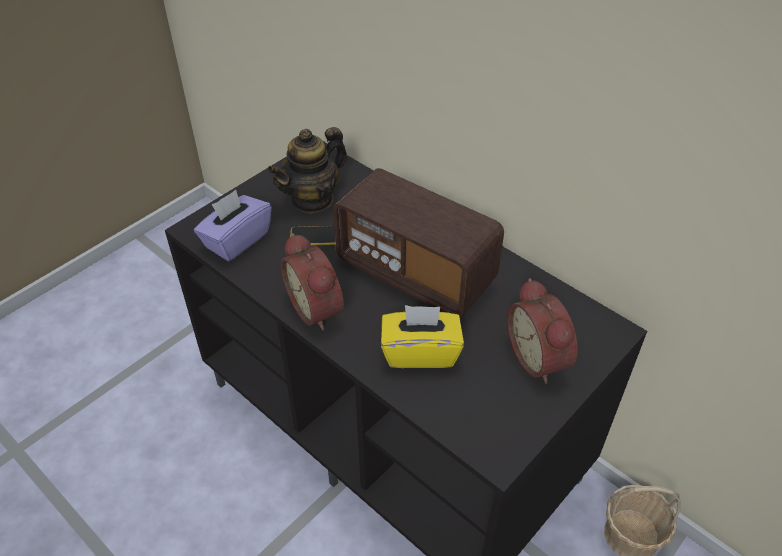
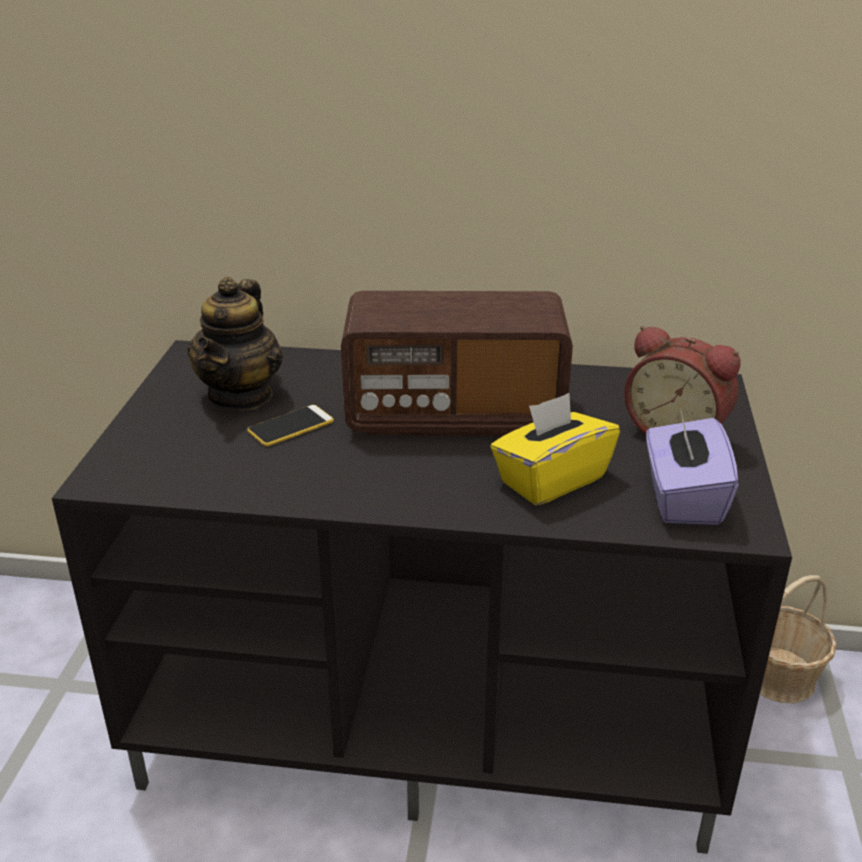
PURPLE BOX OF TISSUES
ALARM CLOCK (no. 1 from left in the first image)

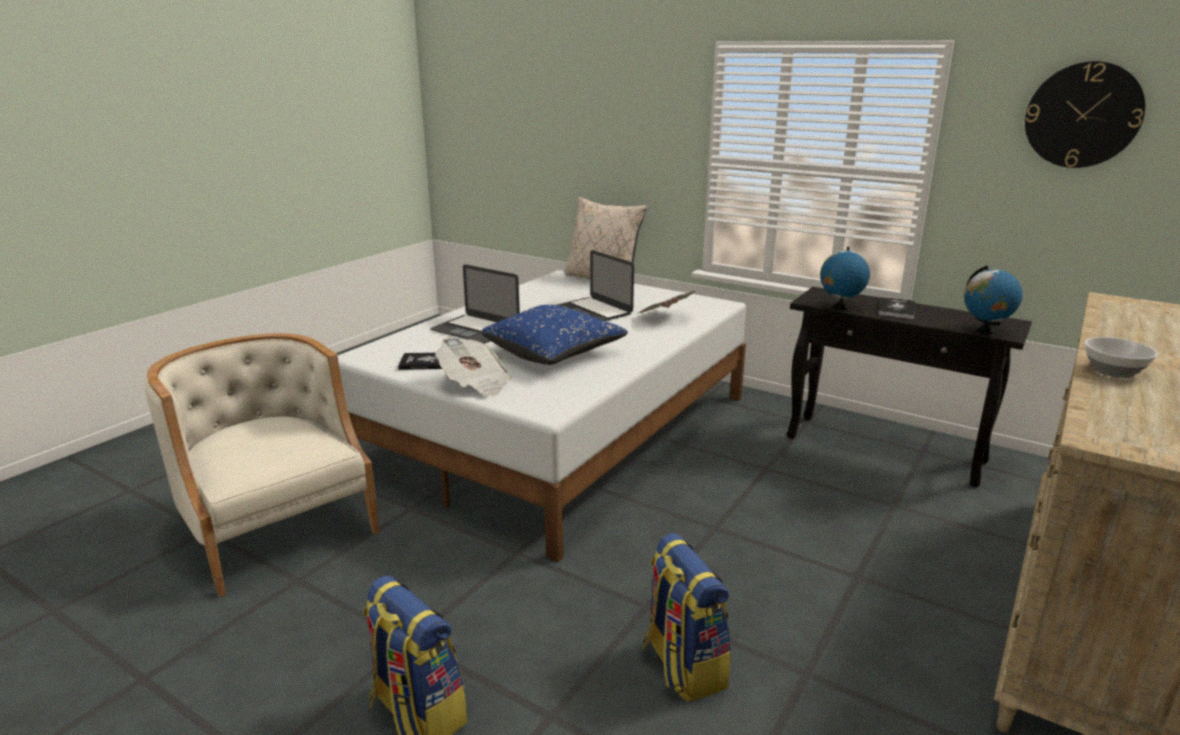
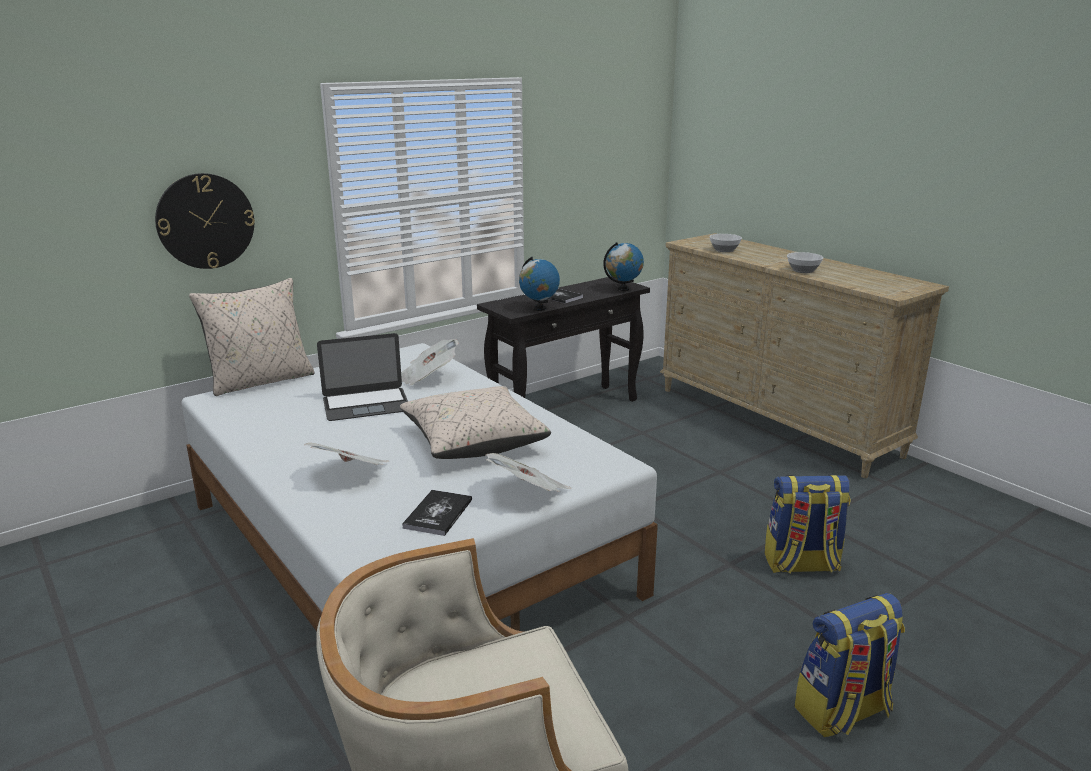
NEWSPAPER (no. 1 from left)
BEIGE-COLOURED THROW PILLOW (no. 2 from left)
WALL CLOCK
BOWL (no. 1 from left)

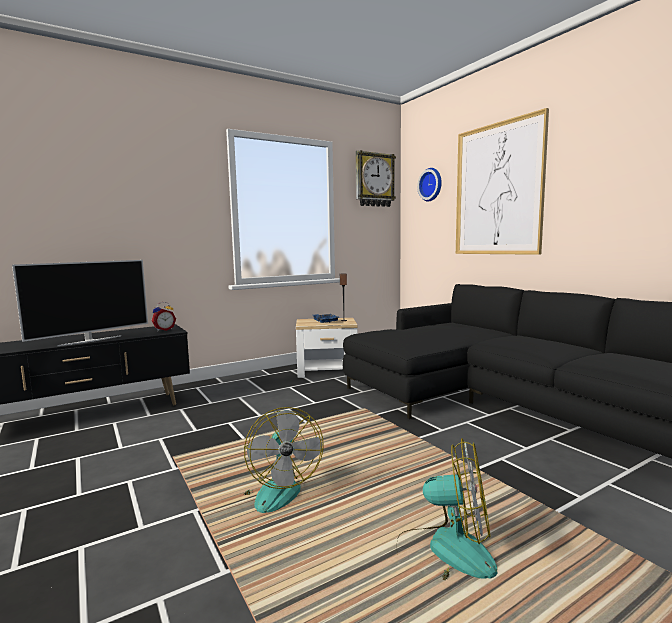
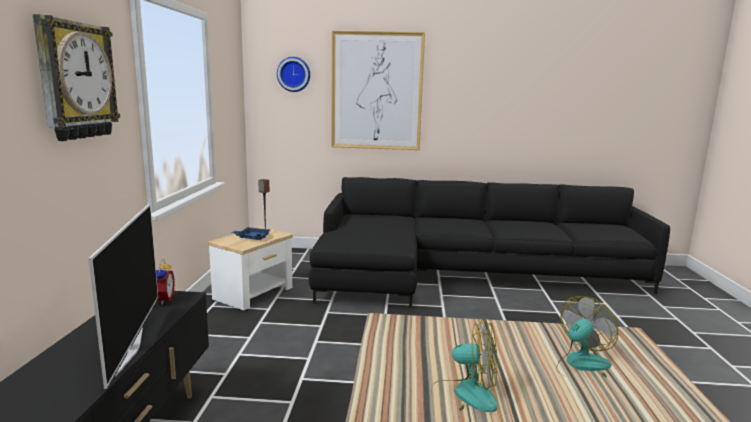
WALL CLOCK (no. 1 from left)

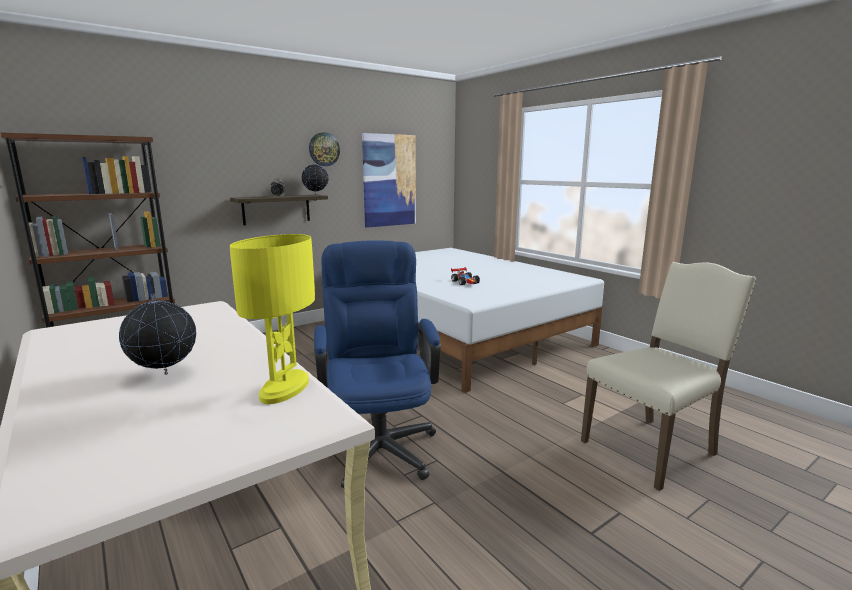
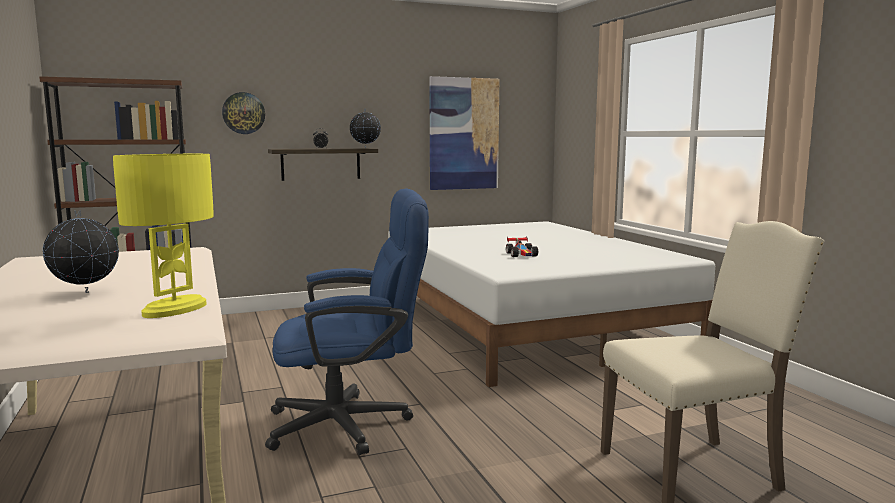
WALL CLOCK
BLUE-COLOURED COMPUTER CHAIR

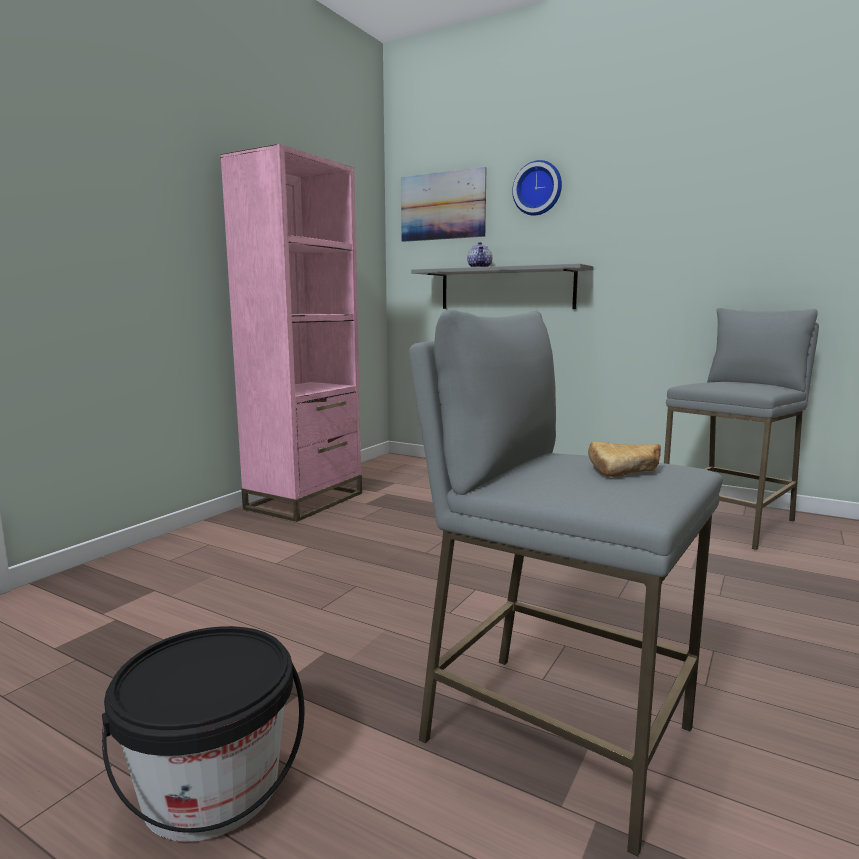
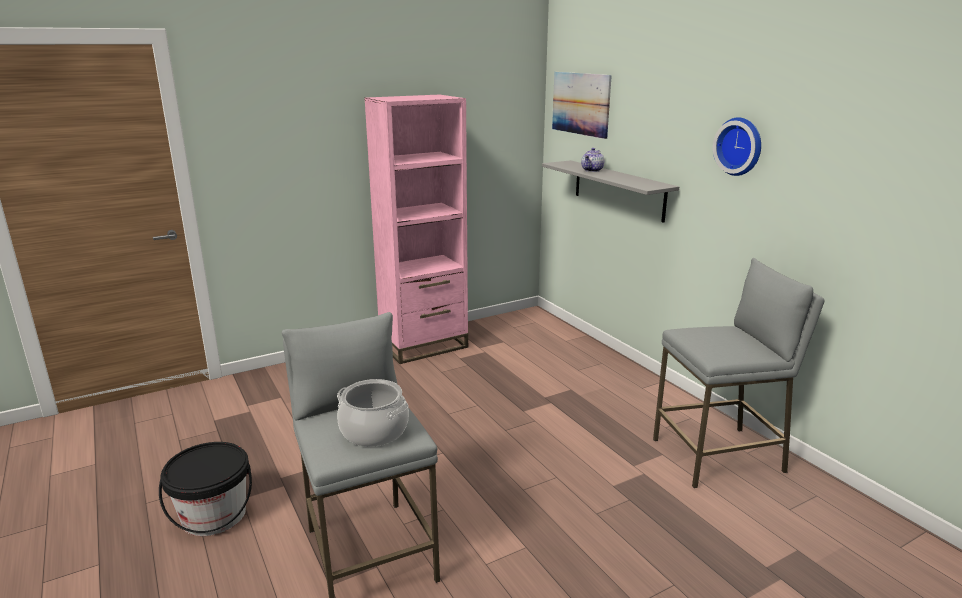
WALL CLOCK
SAUCEPOT

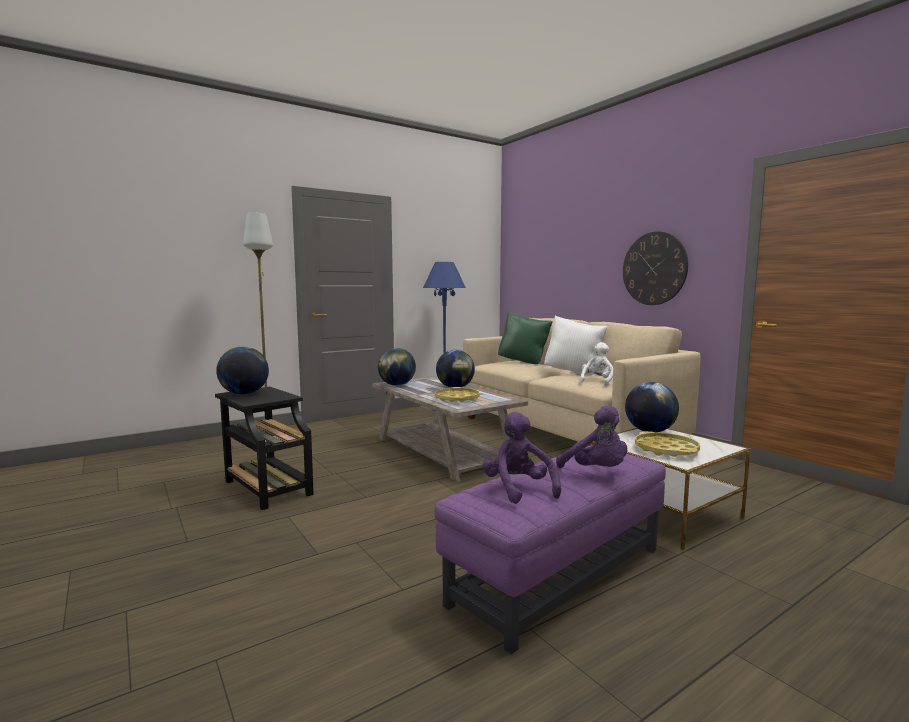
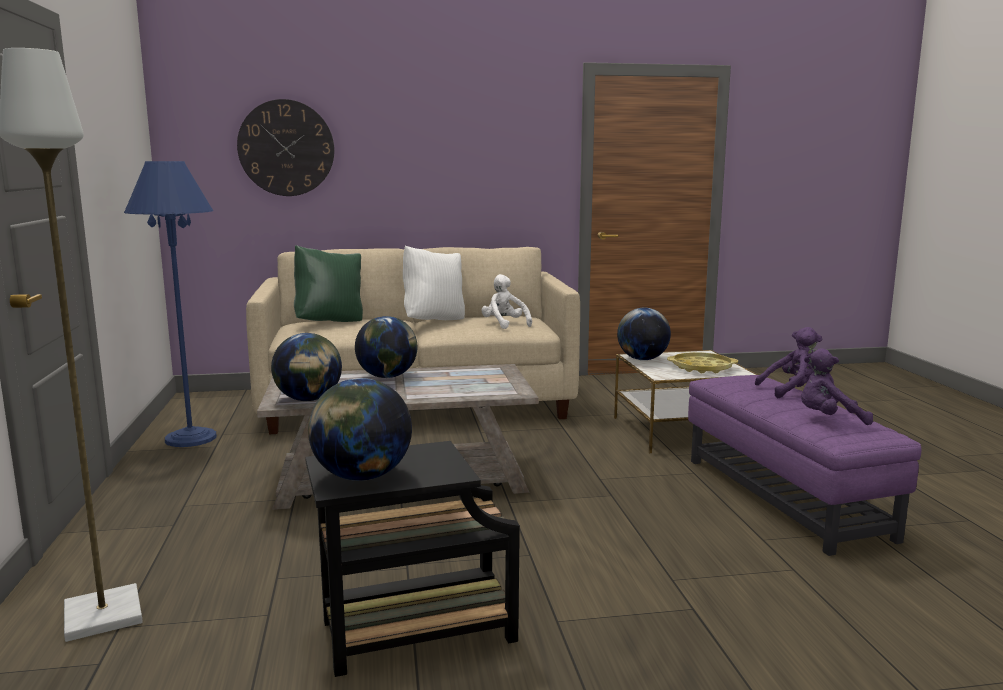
YELLOWISH CARRYING TRAY (no. 1 from left in the first image)
WALL CLOCK

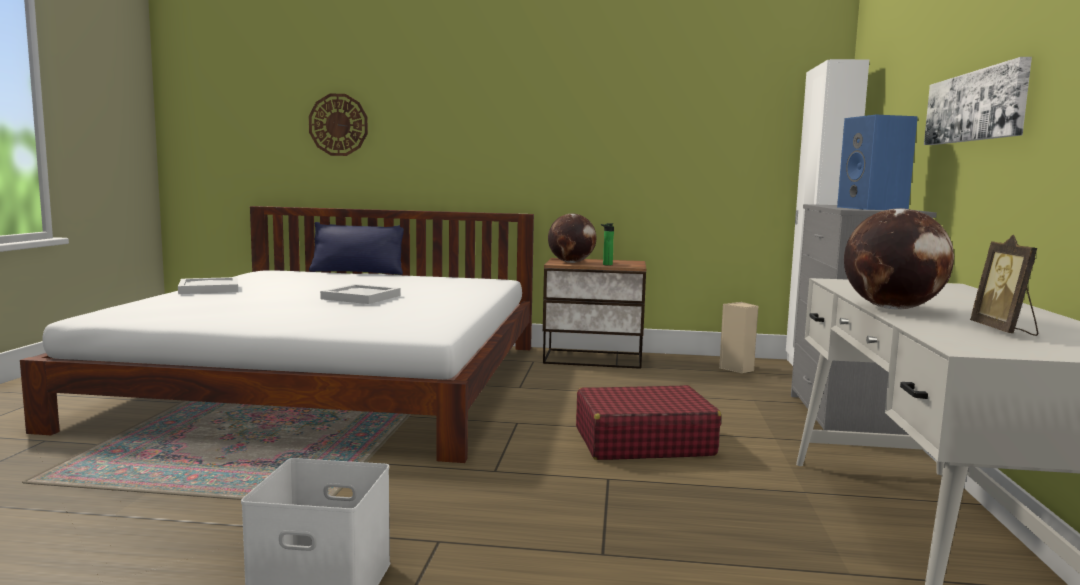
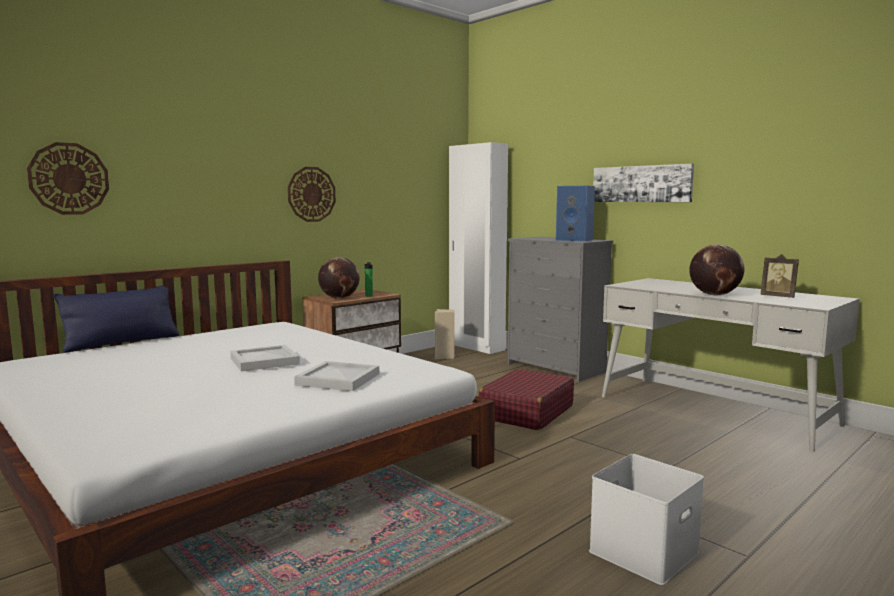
WHITE CARRYING TRAY (no. 2 from left)
WALL CLOCK (no. 2 from left)

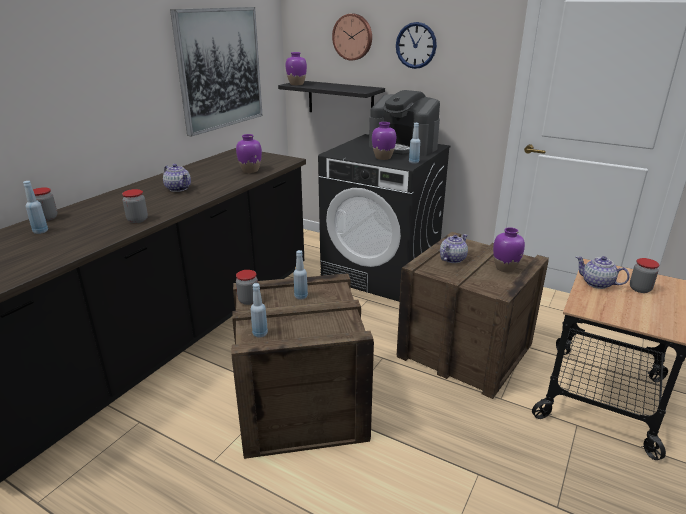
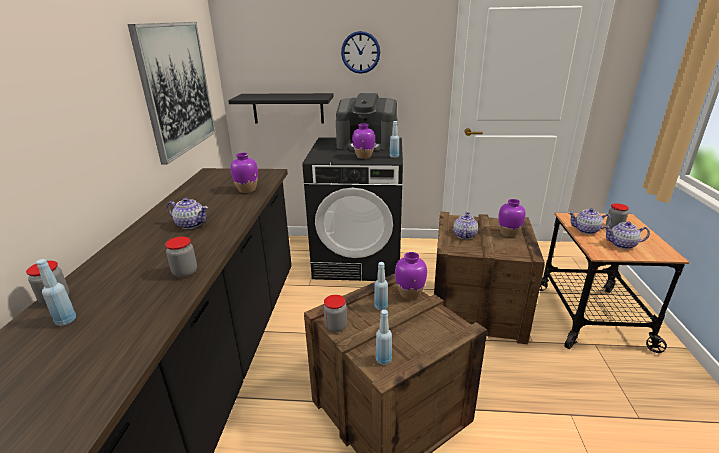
PURPLE DECORATIVE VASE (no. 3 from left)
WALL CLOCK (no. 1 from left in the first image)
TEA POT (no. 4 from left)

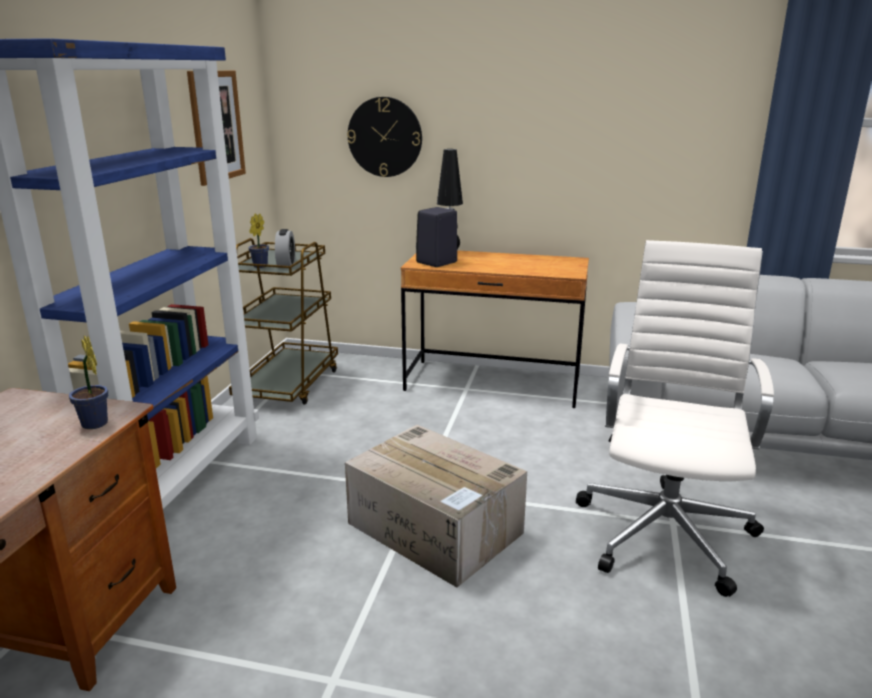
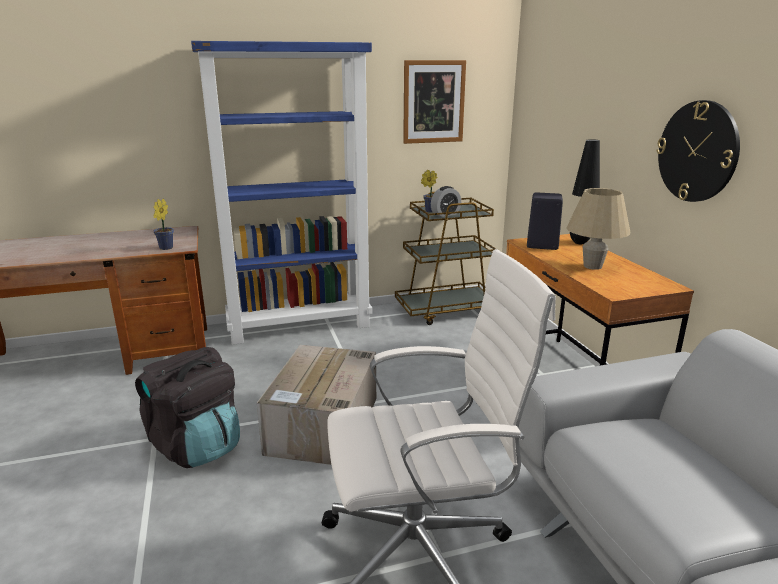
WALL CLOCK
BLACK KNAPSACK
BEIGE-COLOURED TABLE LAMP

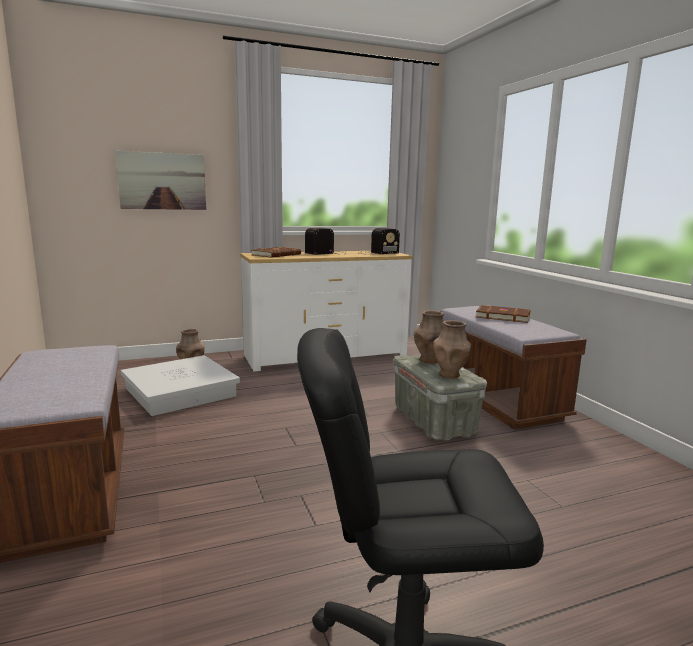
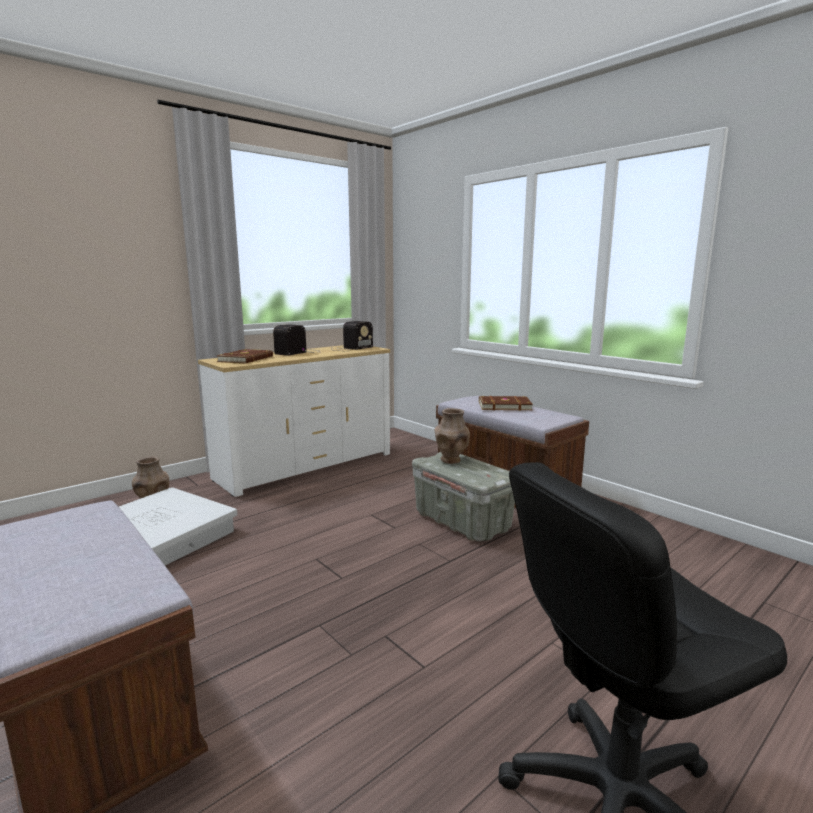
PICTURE
BROWN DECORATIVE VASE (no. 3 from left in the first image)

